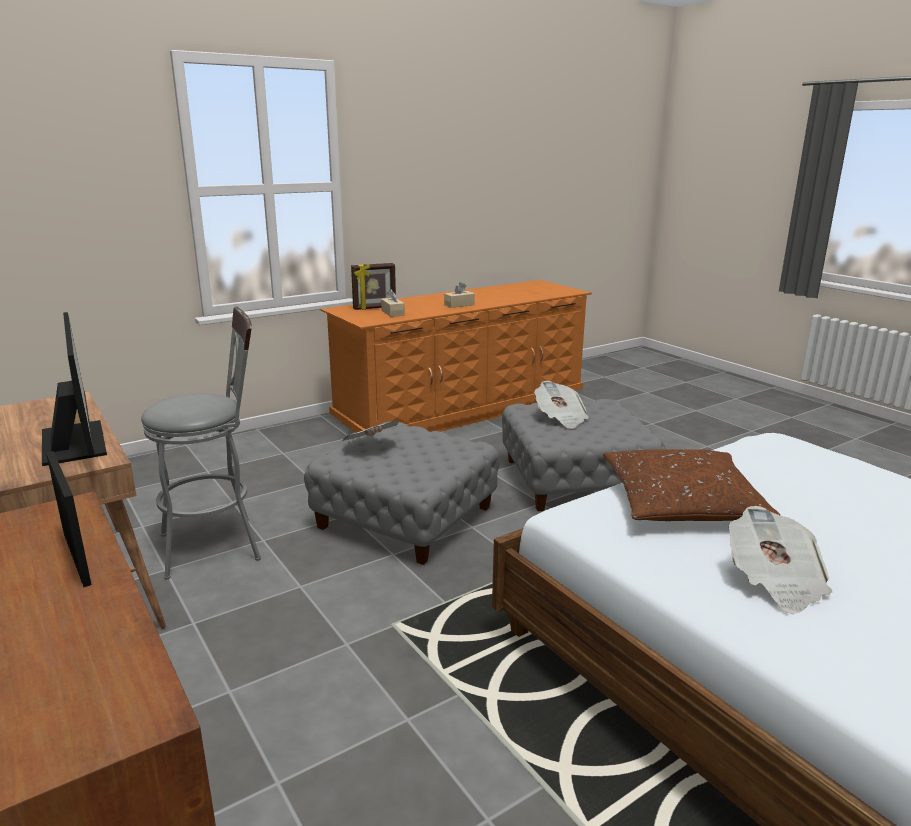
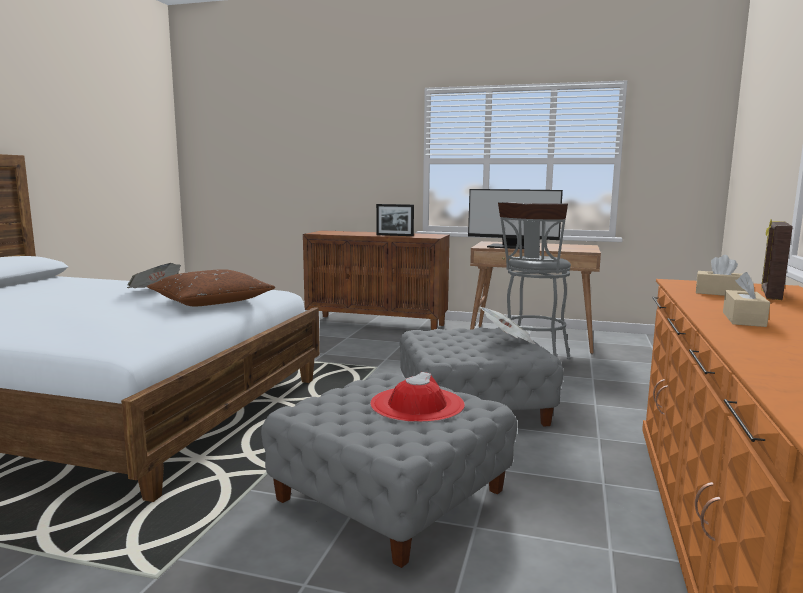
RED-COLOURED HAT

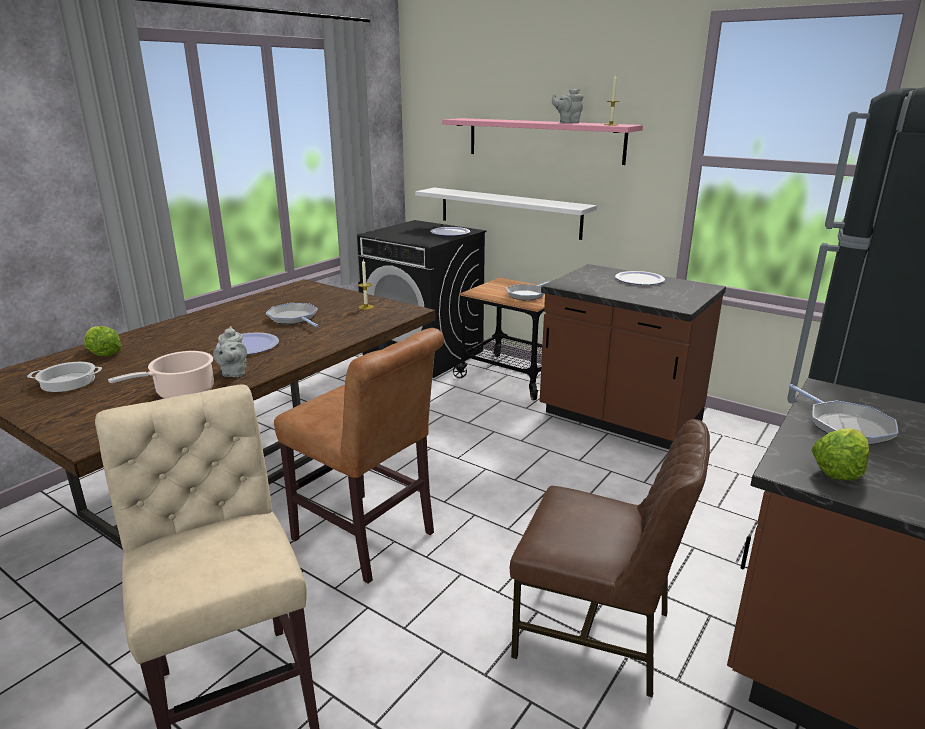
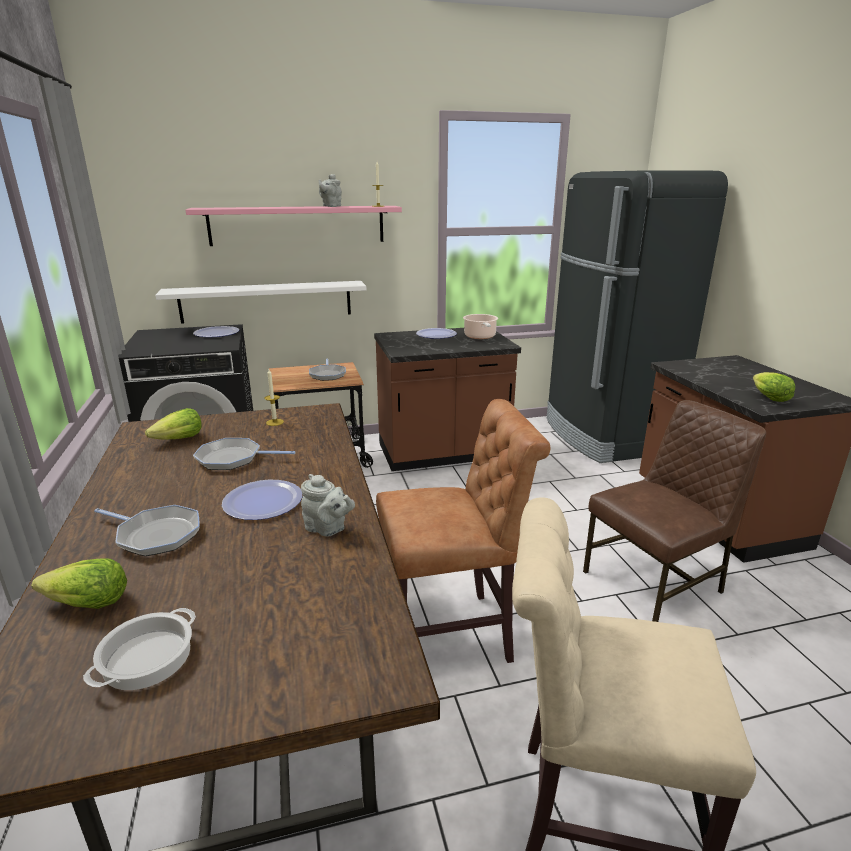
SAUCEPOT (no. 2 from left)
FRYING PAN (no. 1 from left)
LETTUCE HEAD (no. 2 from left)

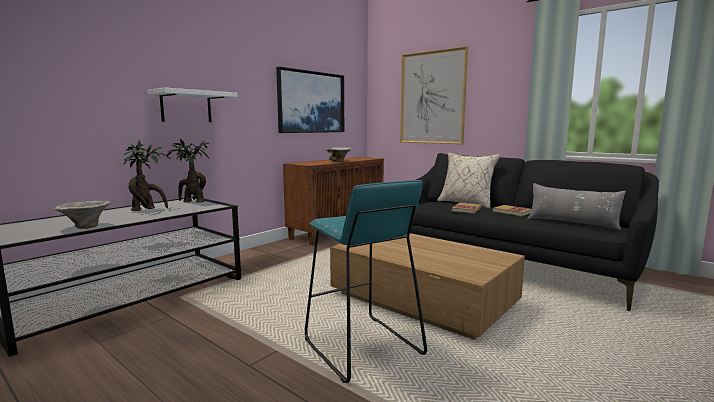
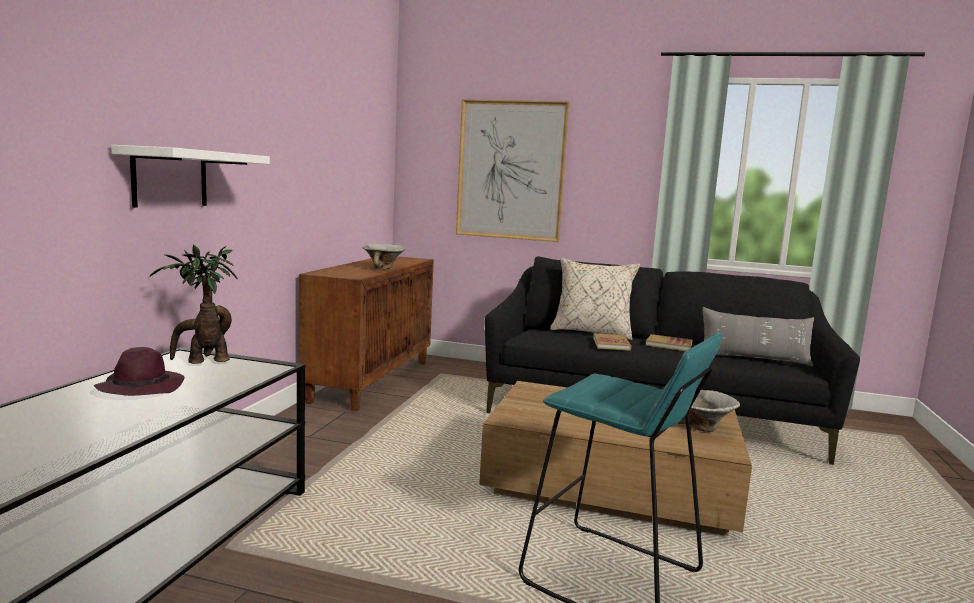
BOWL (no. 2 from left)
PURPLE HAT
PICTURE (no. 1 from left in the first image)

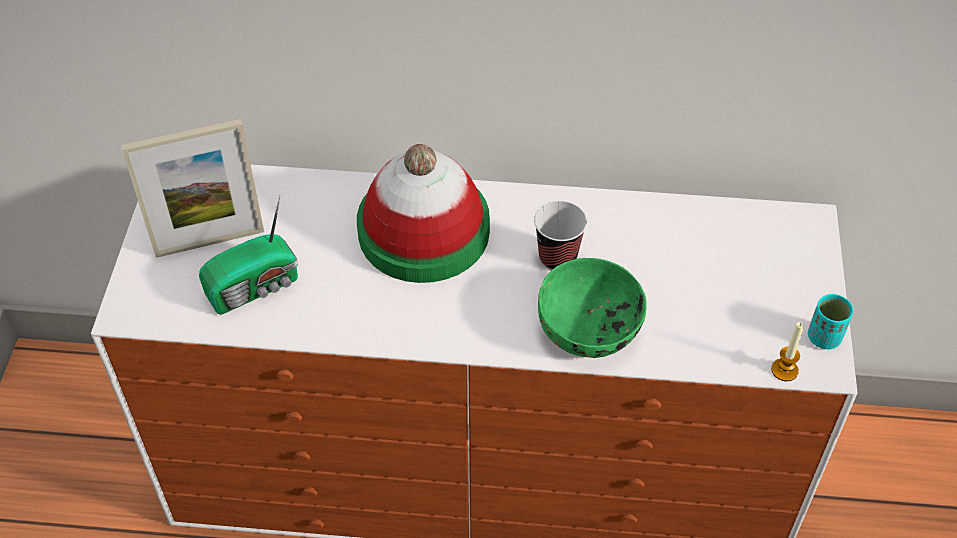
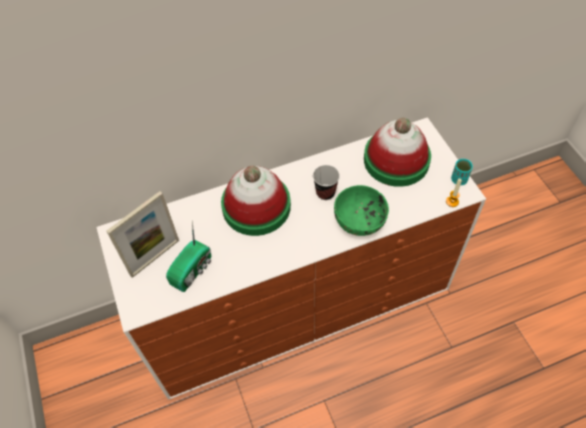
HAT (no. 2 from left)

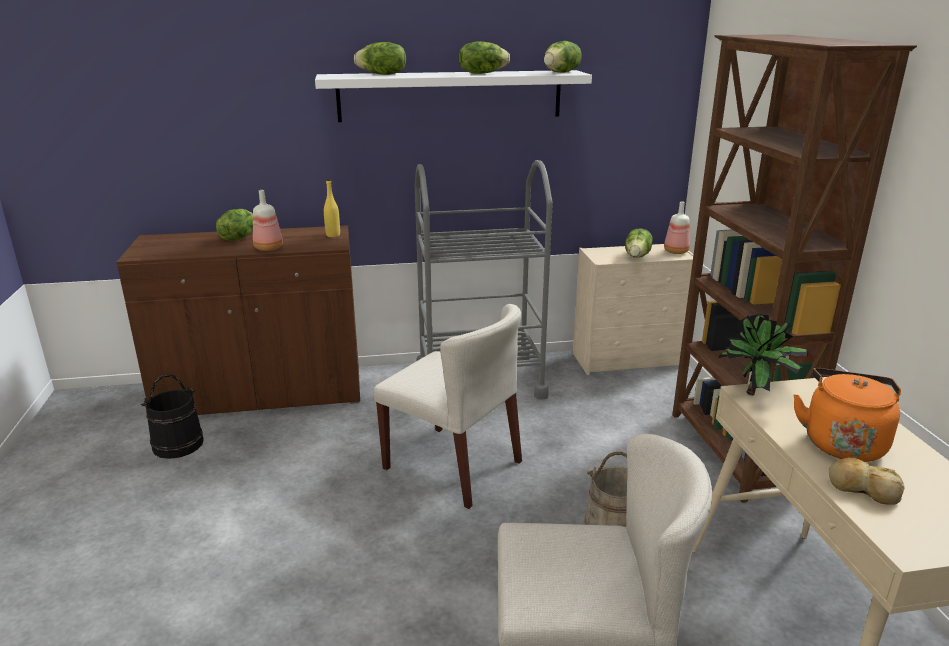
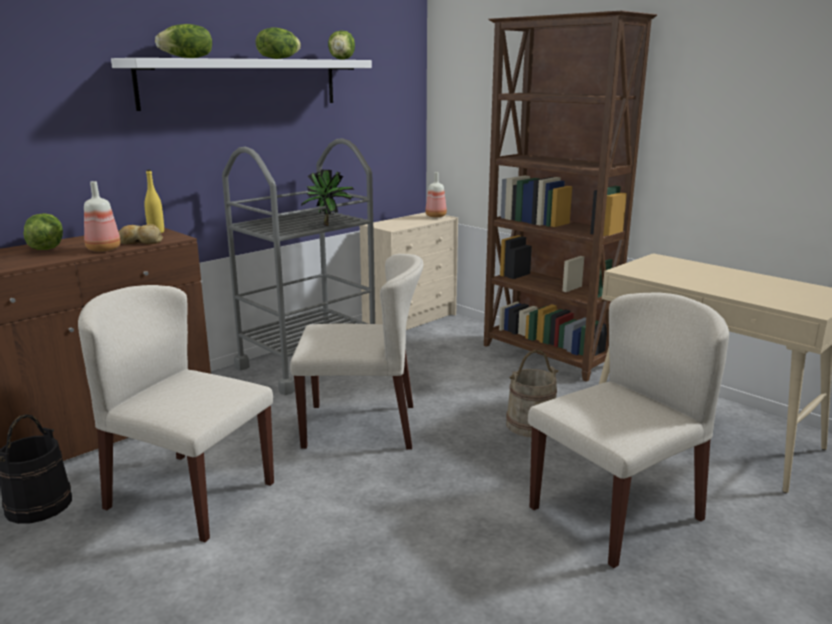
LETTUCE HEAD (no. 5 from left in the first image)
POTTED PLANT
ORANGE-COLOURED KETTLE
BAKERY BREAD
BEIGE-COLOURED CHAIR (no. 1 from left)

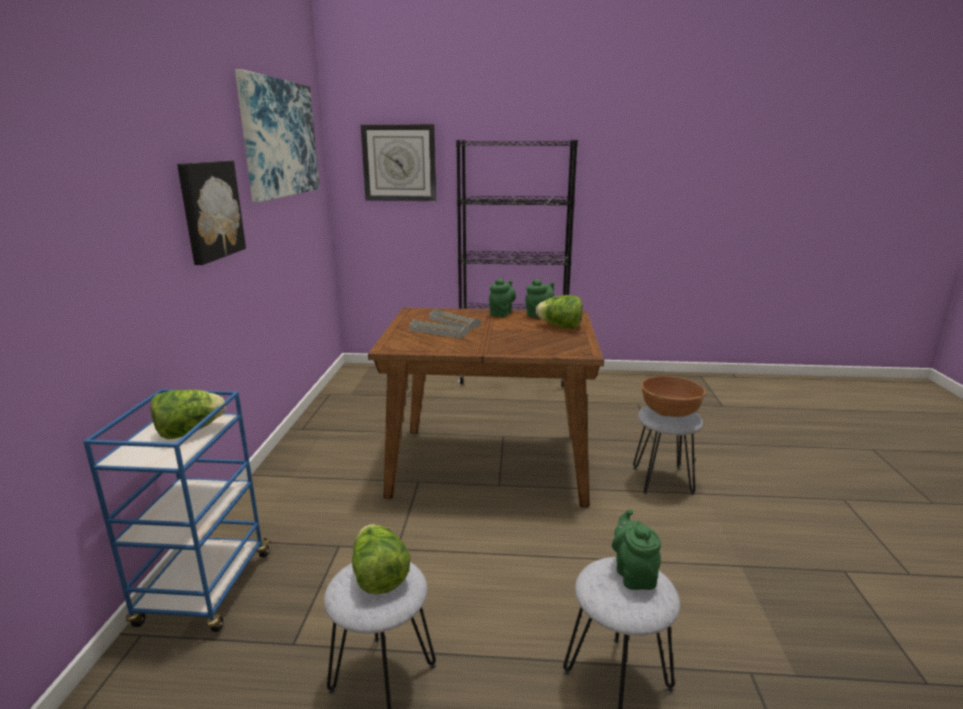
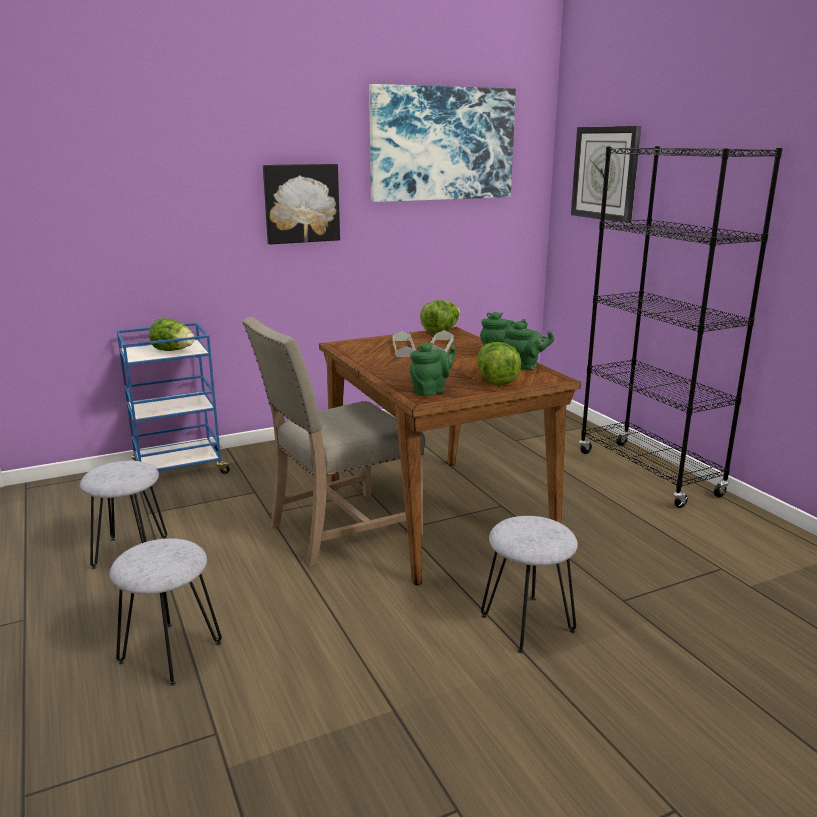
LETTUCE HEAD (no. 2 from left)
GREENISH TEA POT (no. 1 from left)
BROWN BOWL
BEIGE-COLOURED CHAIR

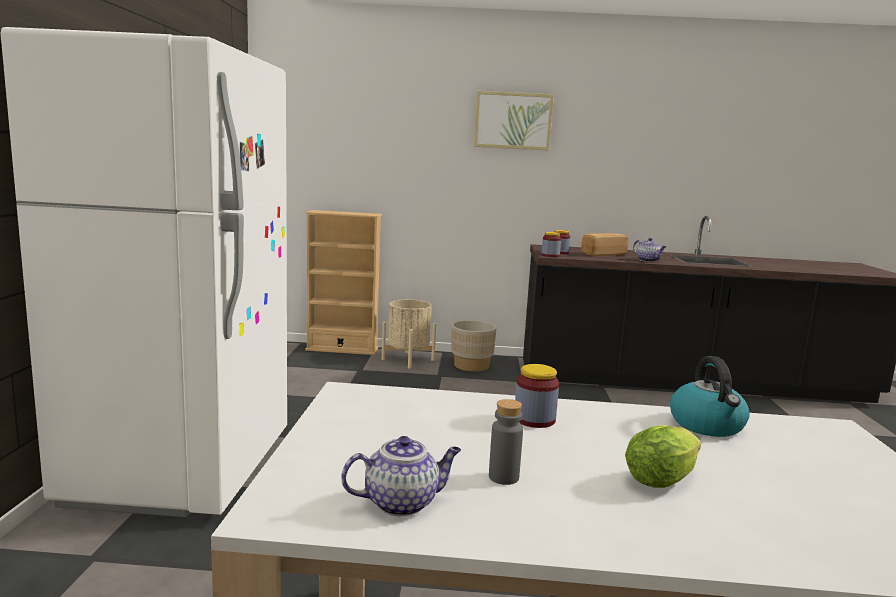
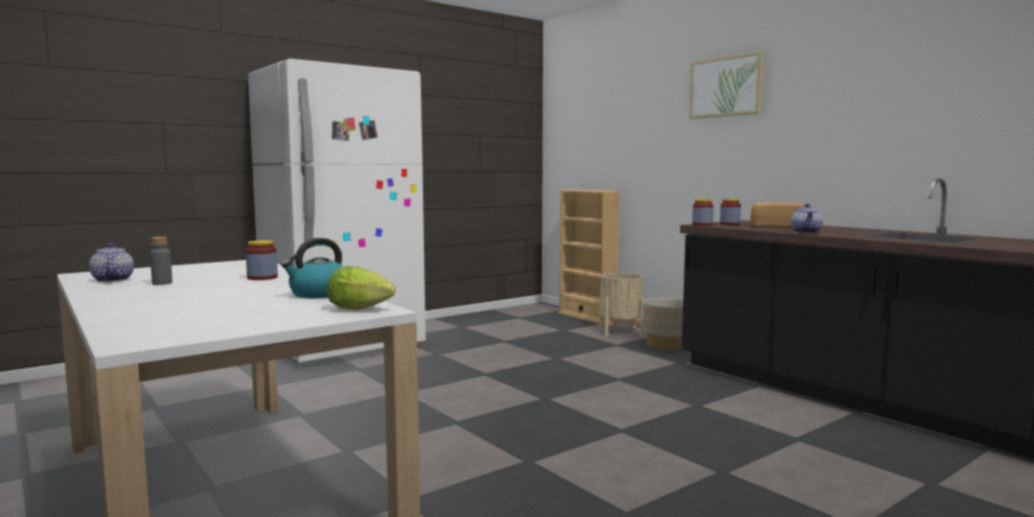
TEA POT (no. 1 from left)
LETTUCE HEAD

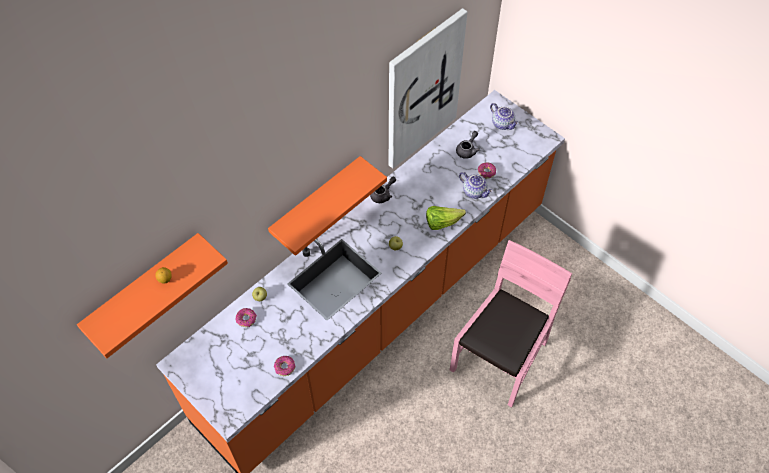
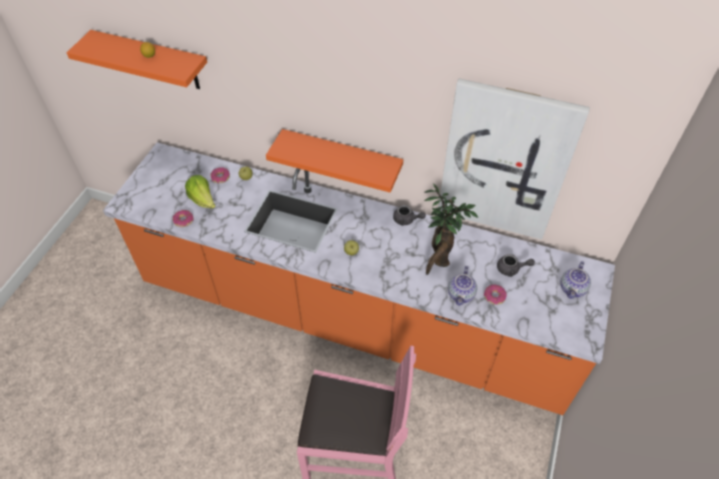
LETTUCE HEAD
POTTED PLANT

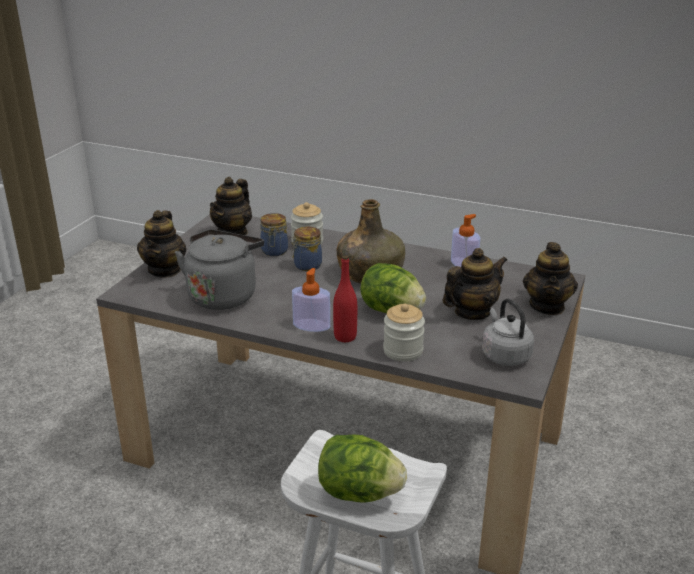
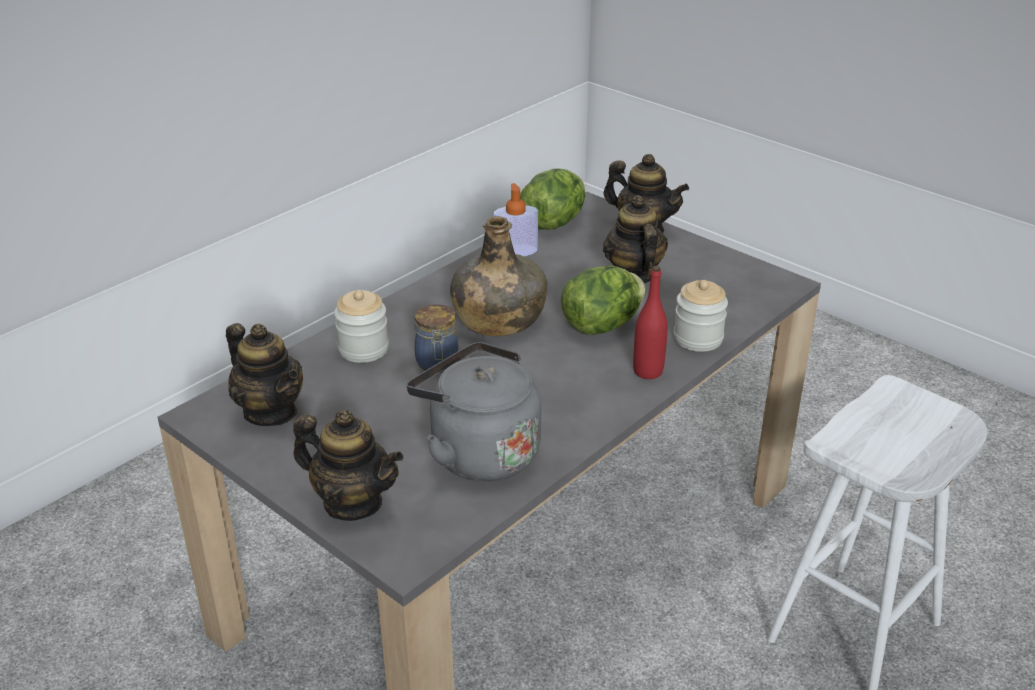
STORAGE JAR (no. 1 from left in the first image)
SOAP BOTTLE (no. 1 from left in the first image)
LETTUCE HEAD (no. 1 from left)
GRAY KETTLE (no. 2 from left in the first image)

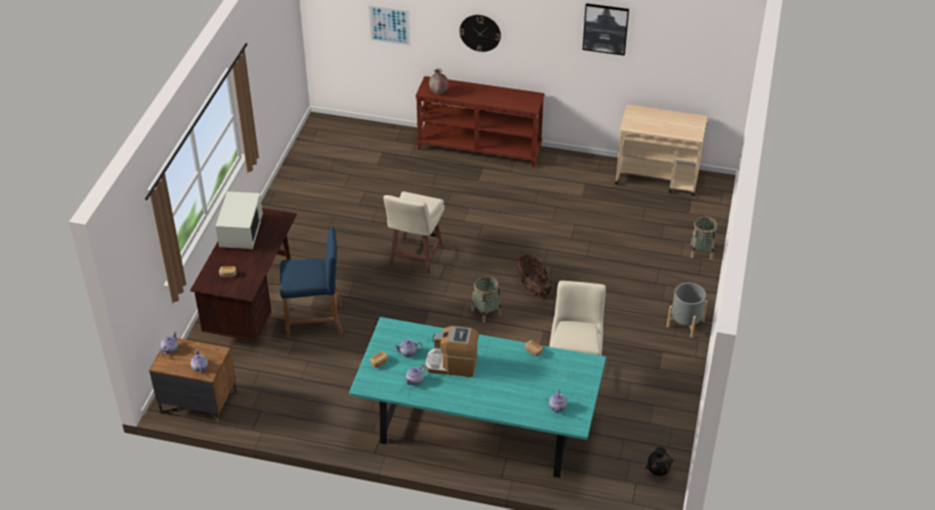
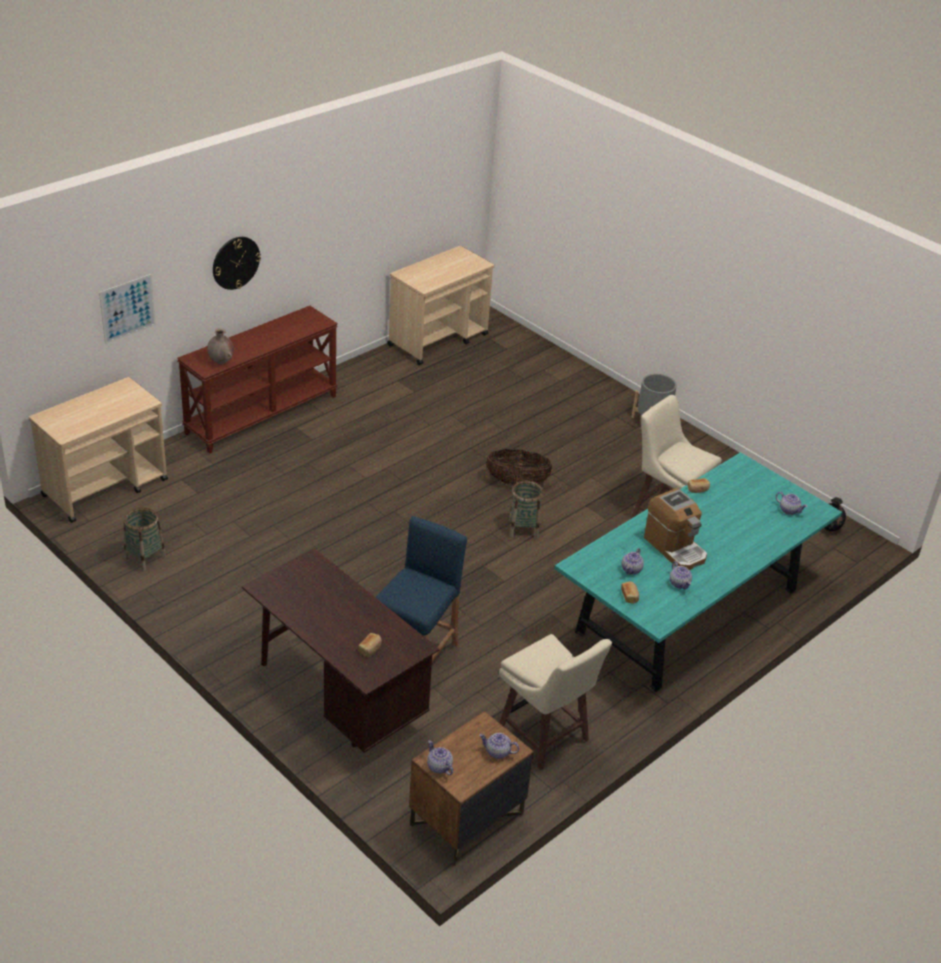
WHITE MICROWAVE OVEN
BEIGE-COLOURED STOOL SEAT (no. 1 from left)
COFFEE MACHINE
PICTURE (no. 2 from left in the first image)
STORAGE BASKET (no. 1 from left)
BEIGE-COLOURED TROLLEY (no. 1 from left)

